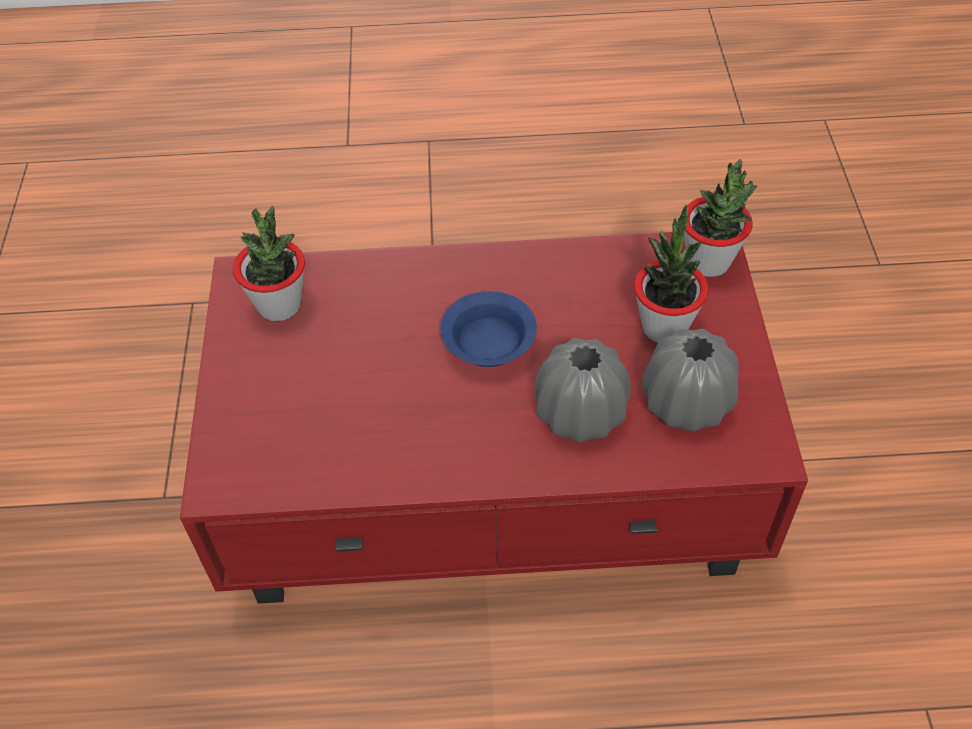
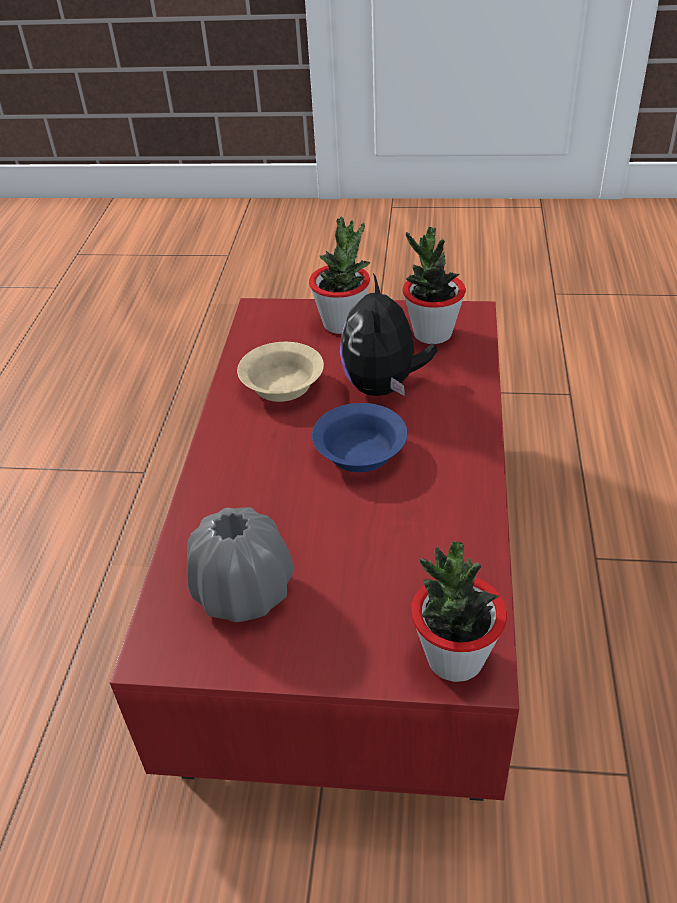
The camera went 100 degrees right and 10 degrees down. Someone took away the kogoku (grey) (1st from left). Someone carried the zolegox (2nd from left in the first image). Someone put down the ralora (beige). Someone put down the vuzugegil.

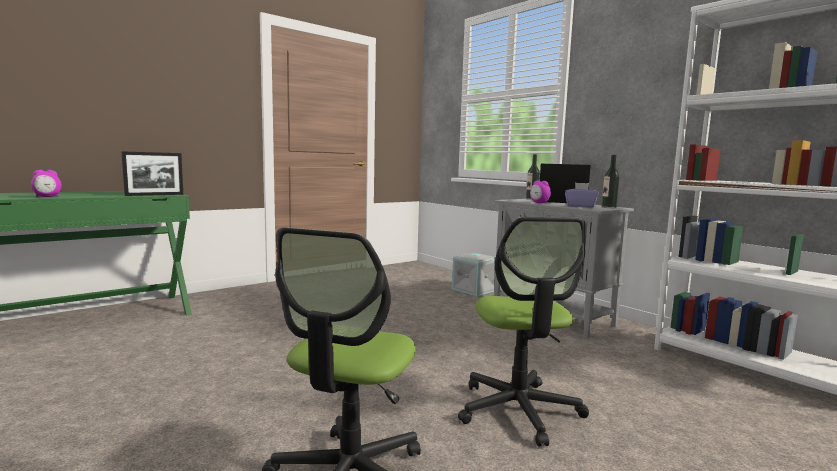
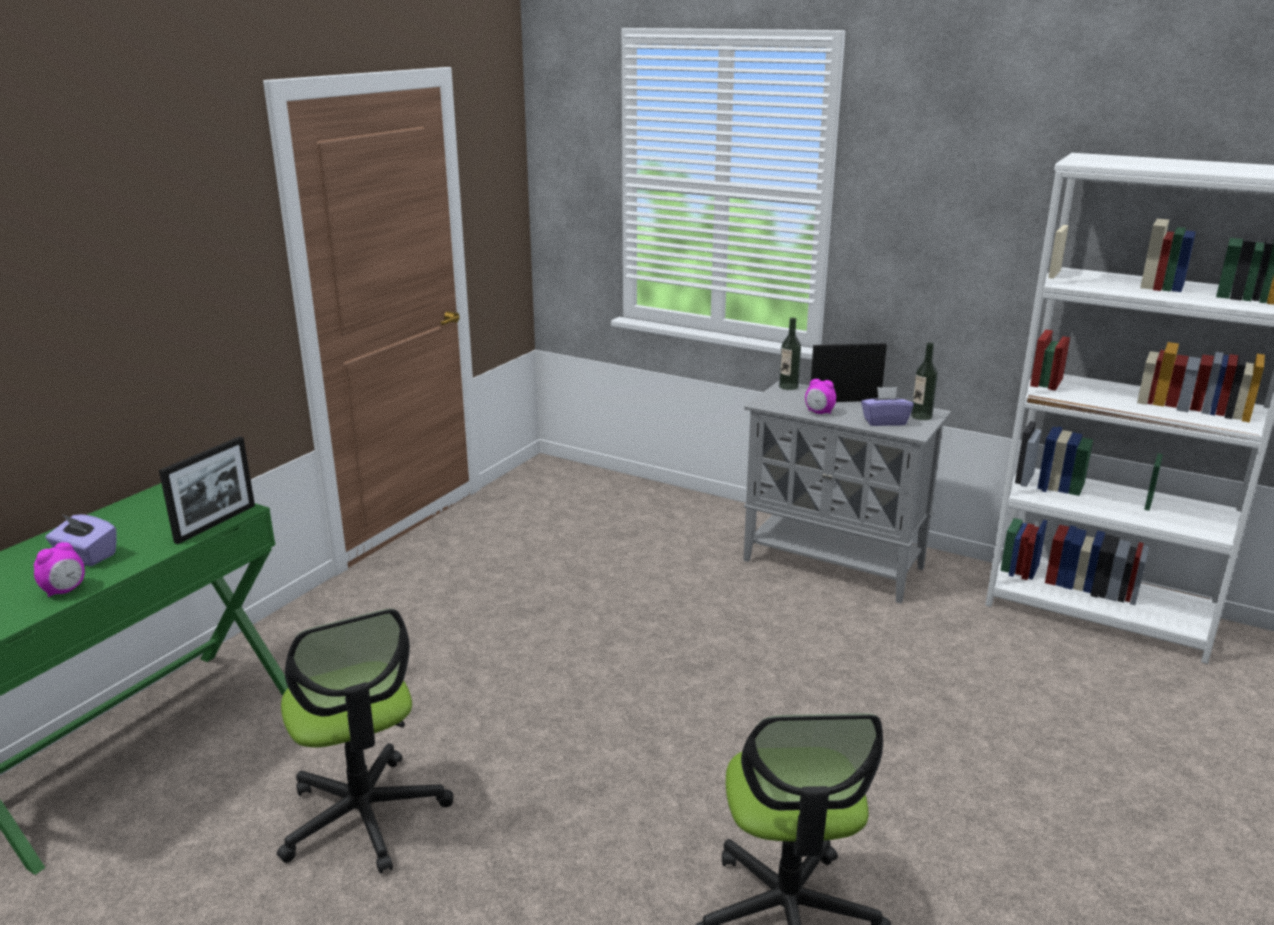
The camera went 20 degrees left and 15 degrees up. Someone took away the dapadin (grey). Someone carried the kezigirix (2nd from left in the first image). Someone put down the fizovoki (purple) (1st from left).

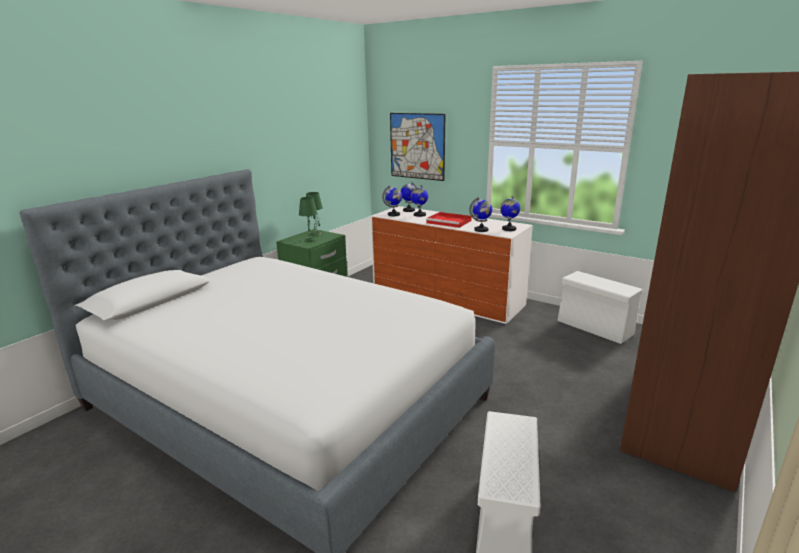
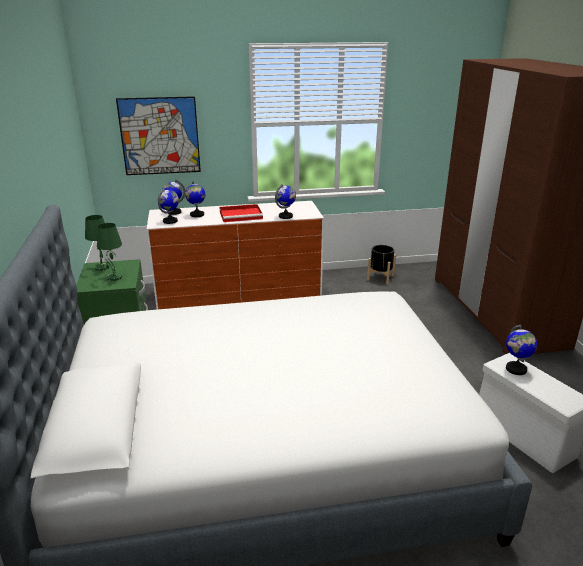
The camera went 45 degrees left and 5 degrees up. Someone carried the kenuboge (5th from left). Someone swapped the dapadin (white) (2nd from left) for the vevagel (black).

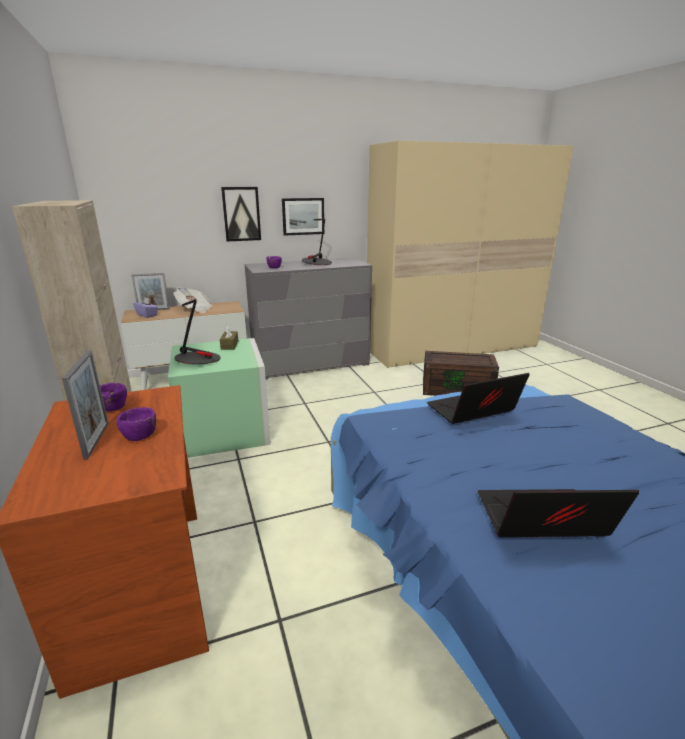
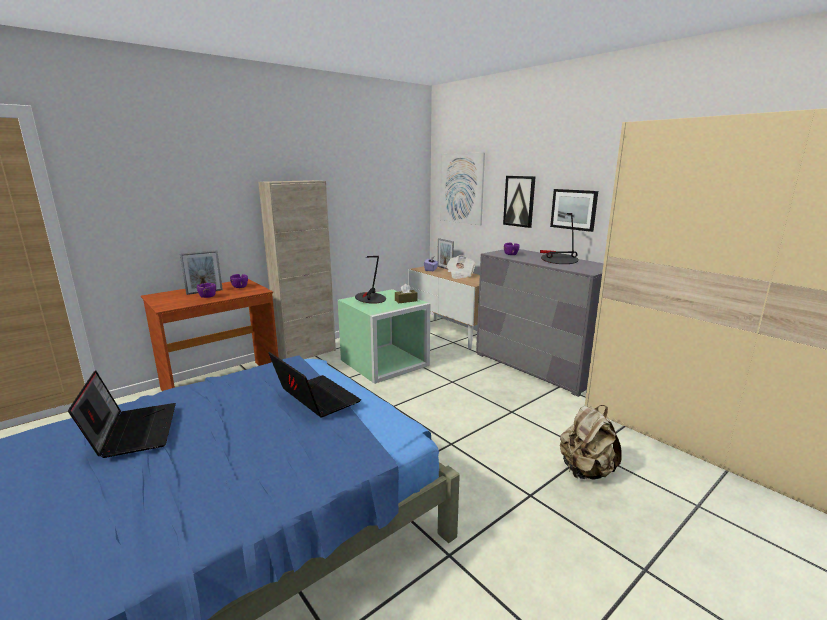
The camera went 70 degrees right and 5 degrees down. Someone swapped the dapadin (brown) for the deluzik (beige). Someone put up the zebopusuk (1st from left).

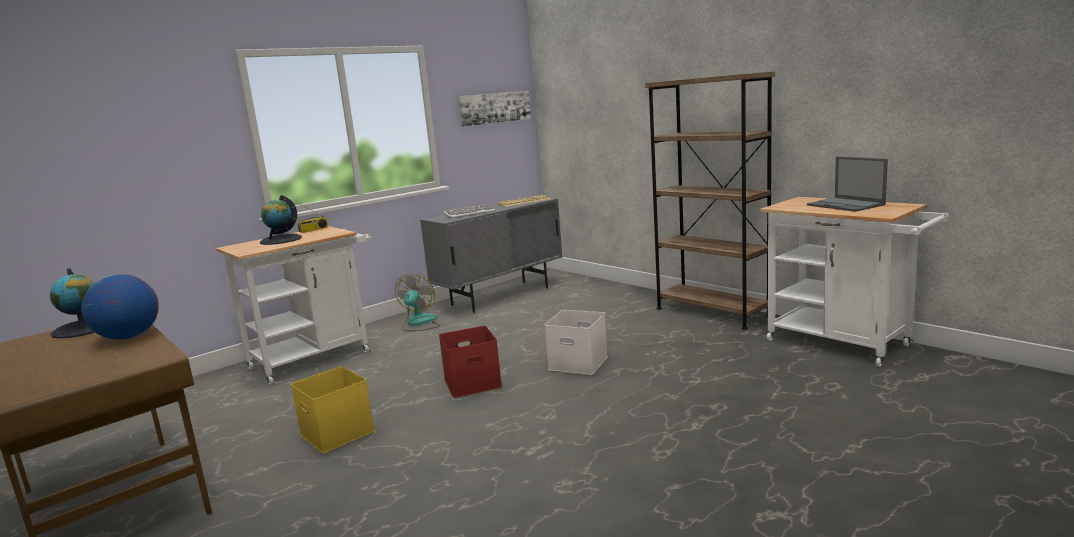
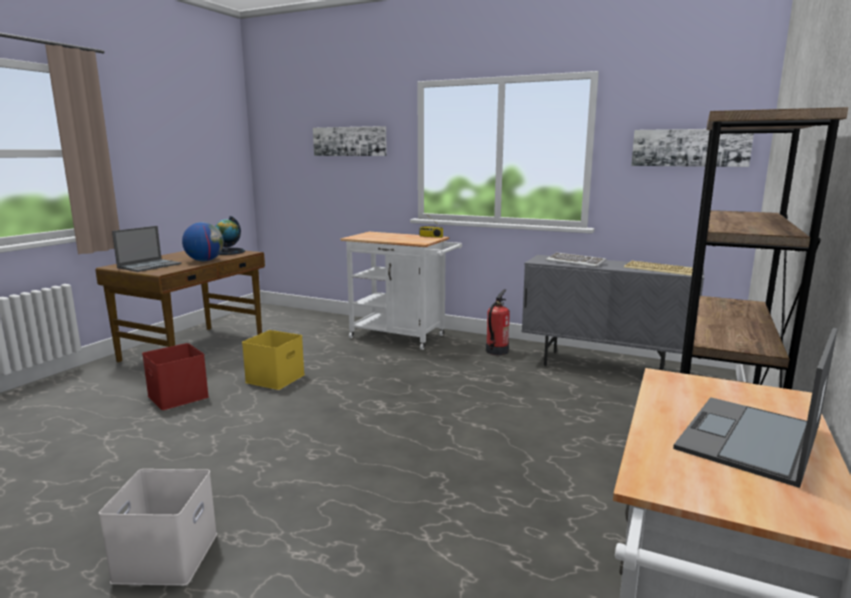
The camera went 65 degrees right and 0 degrees up. Someone took away the kenuboge (3rd from left). Someone swapped the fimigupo for the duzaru. Someone carried the dapadin (red). Someone carried the dapadin (white). Someone put down the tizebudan (1st from left). Someone put up the zebopusuk (1st from left).

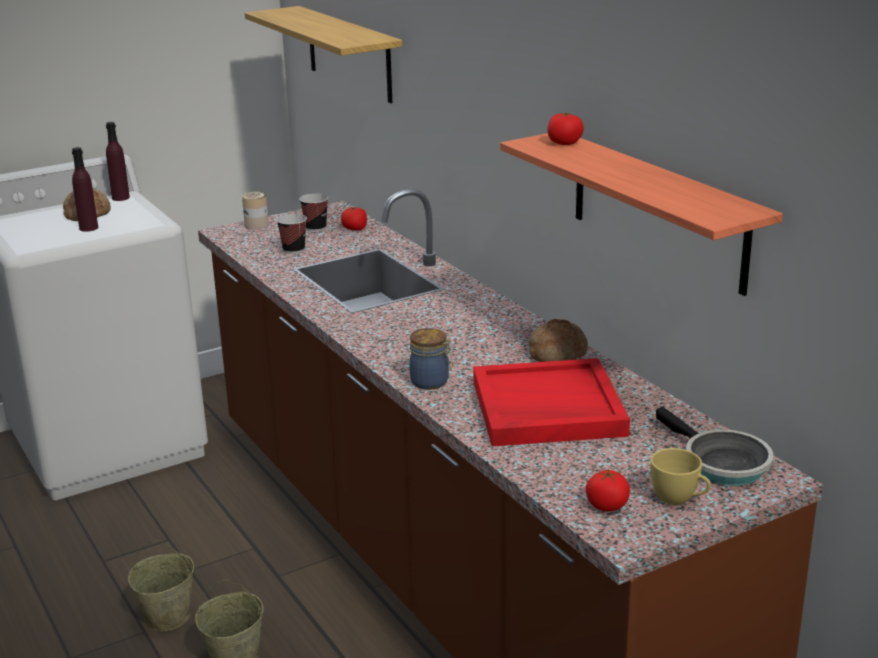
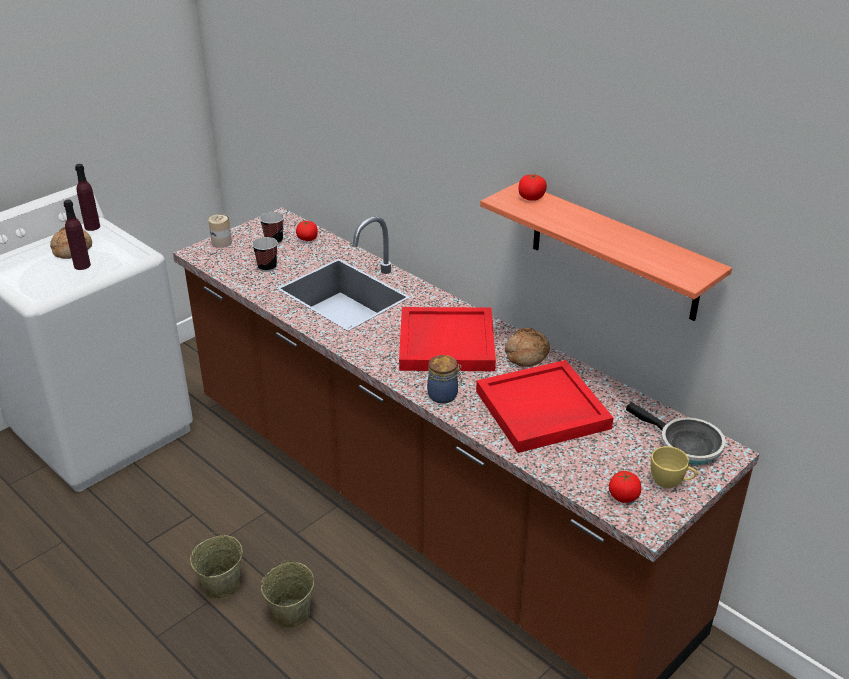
The camera went 15 degrees left and 10 degrees up. Someone took away the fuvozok (1st from left). Someone put down the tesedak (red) (1st from left).

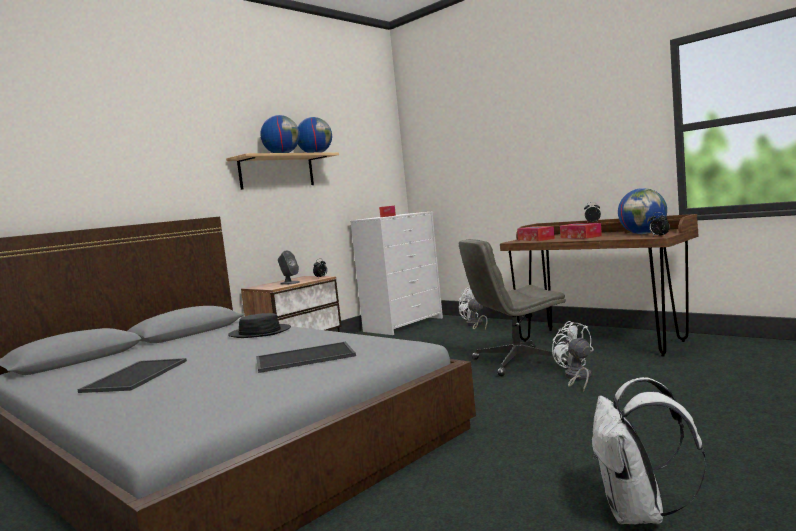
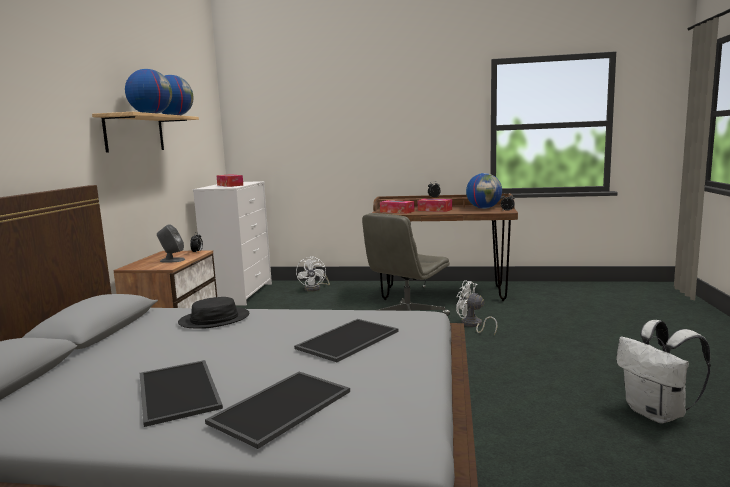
The camera went 35 degrees left and 5 degrees up. Someone rotated the fimigupo (white) (1st from left) by 105 degrees counterclockwise. Someone put down the tesedak (2nd from left).

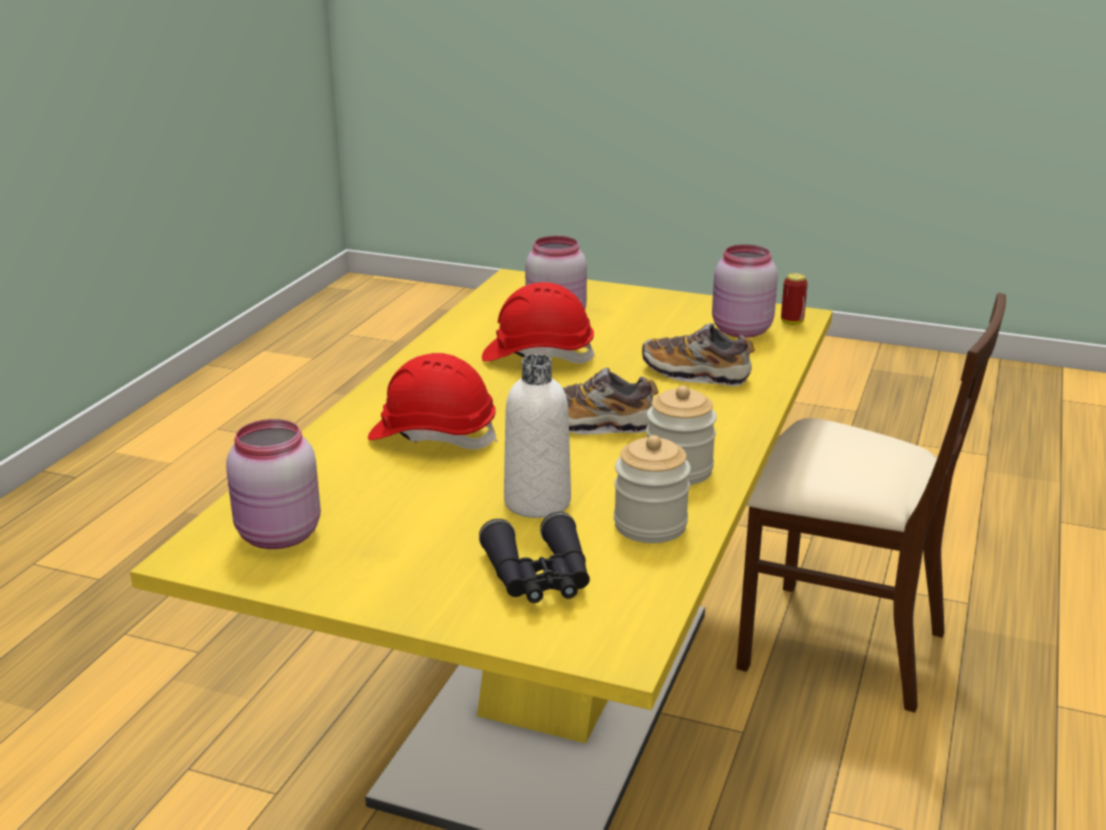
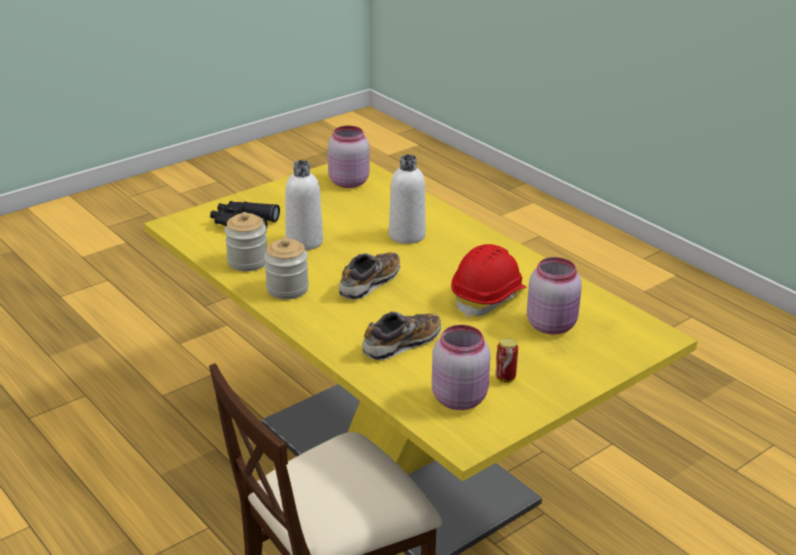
The camera went 120 degrees right and 5 degrees up. Someone swapped the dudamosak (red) (1st from left) for the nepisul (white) (2nd from left). Someone carried the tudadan.

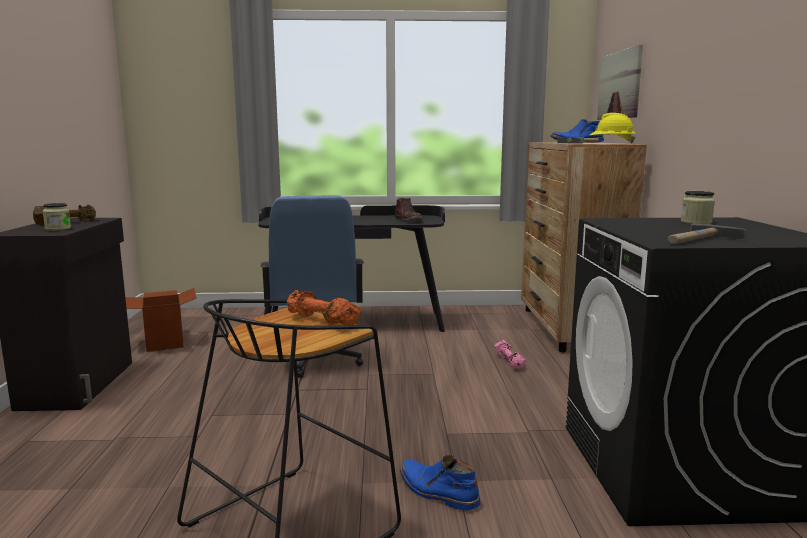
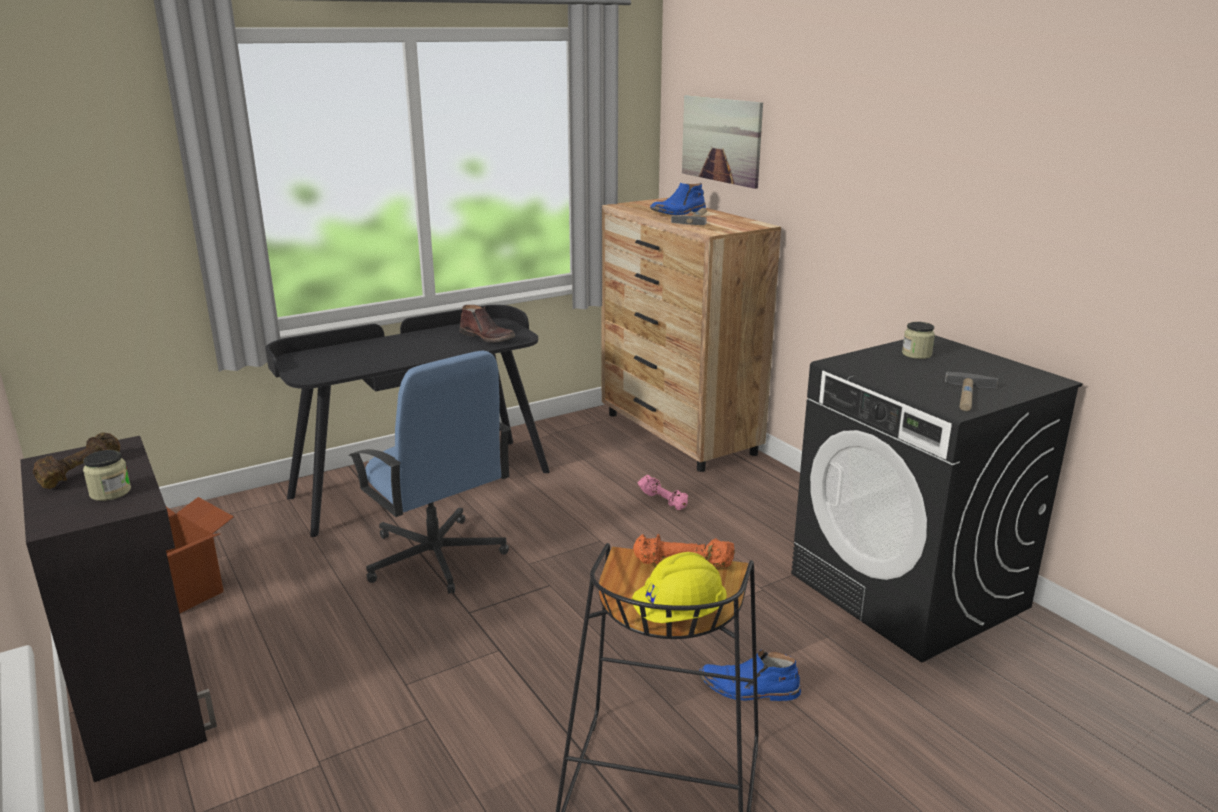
The camera went 30 degrees left and 10 degrees up. Someone carried the dudamosak (yellow).

